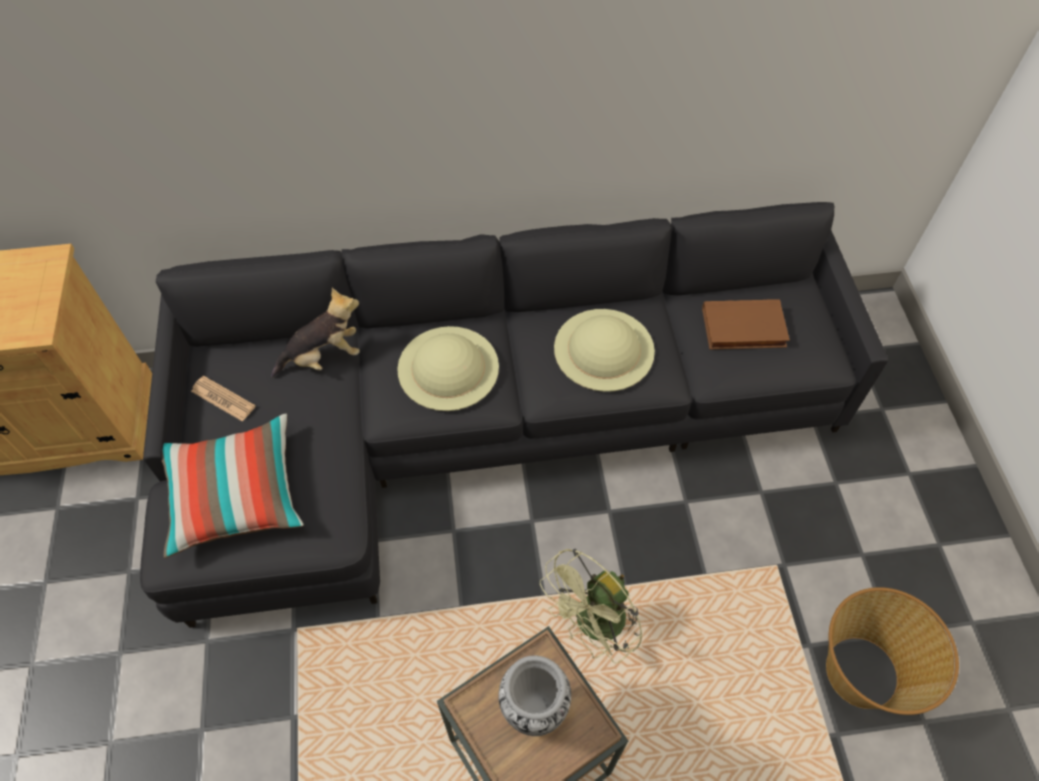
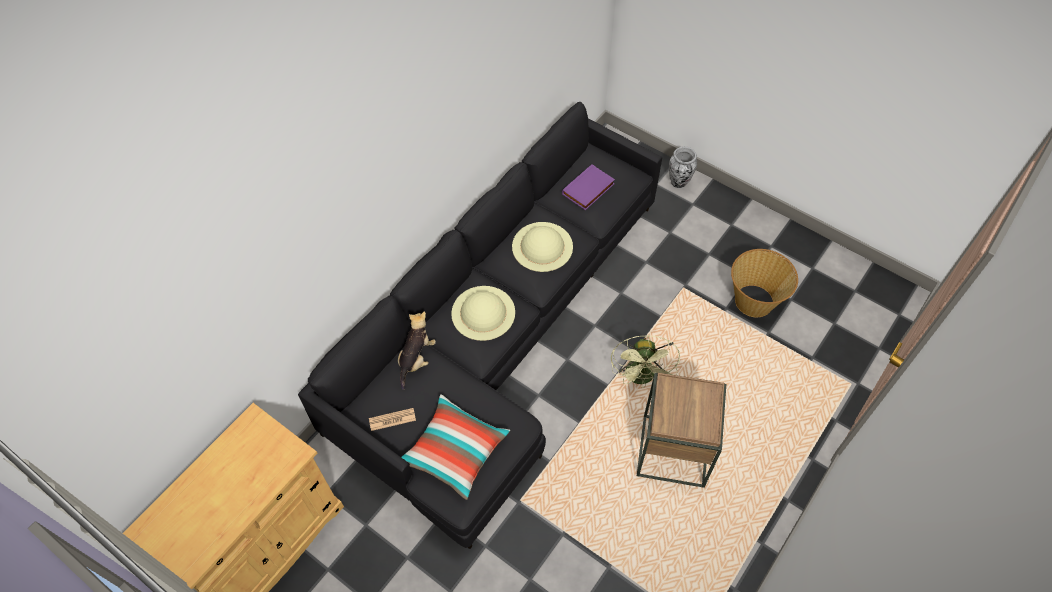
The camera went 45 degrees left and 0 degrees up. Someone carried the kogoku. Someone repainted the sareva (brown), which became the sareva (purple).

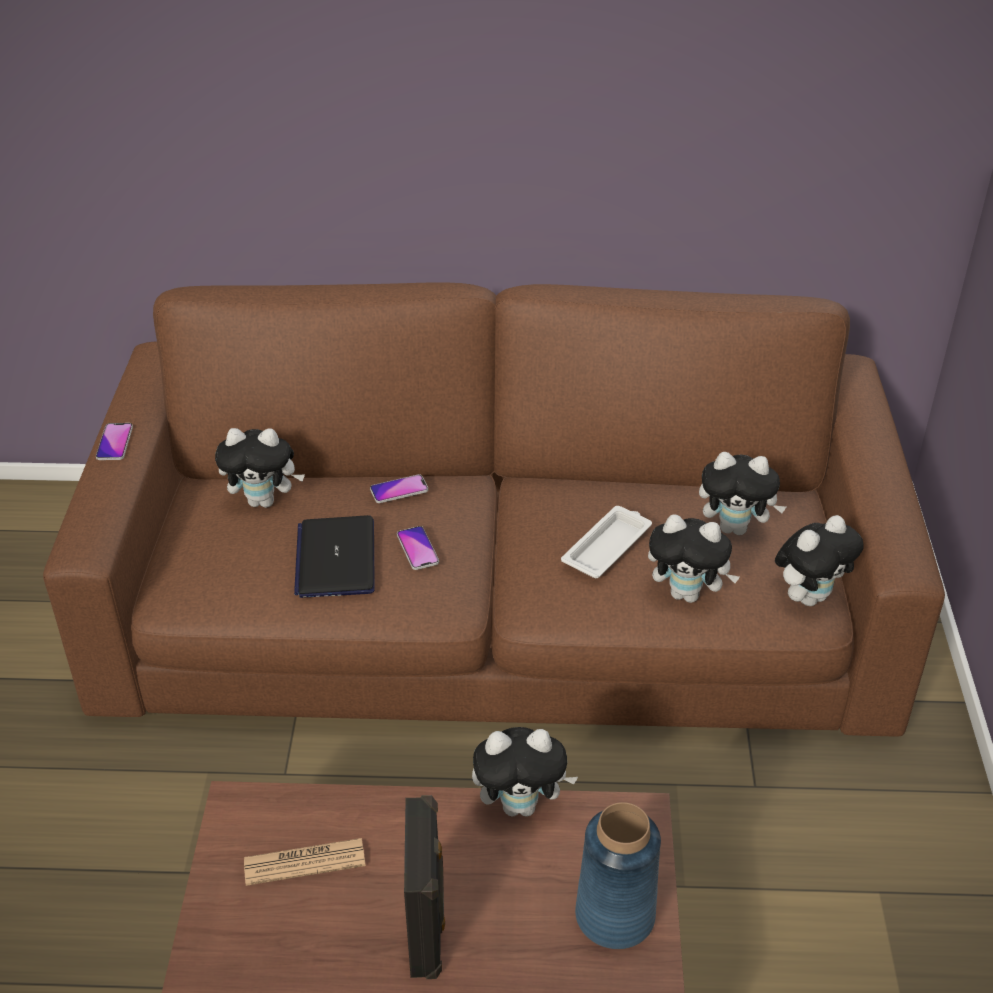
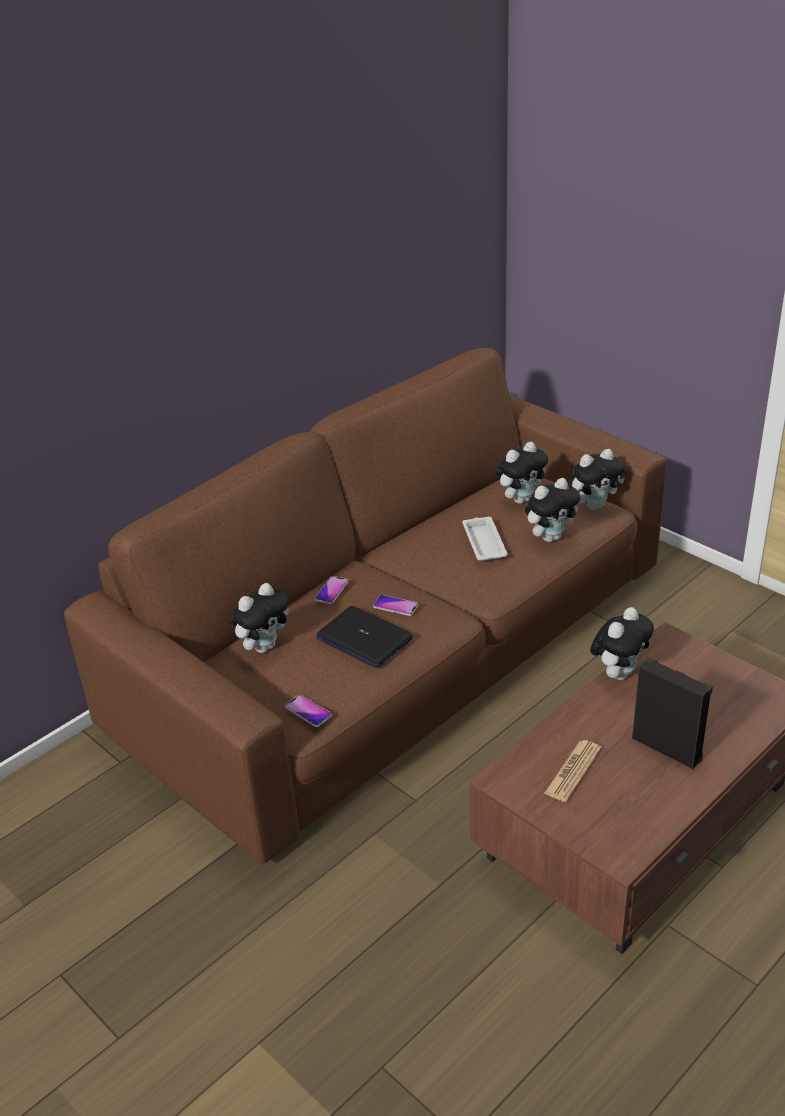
The camera went 45 degrees left and 5 degrees down. Someone carried the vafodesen (1st from left). Someone took away the kogoku (blue). Someone rotated the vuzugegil (5th from left in the first image) by 60 degrees clockwise.

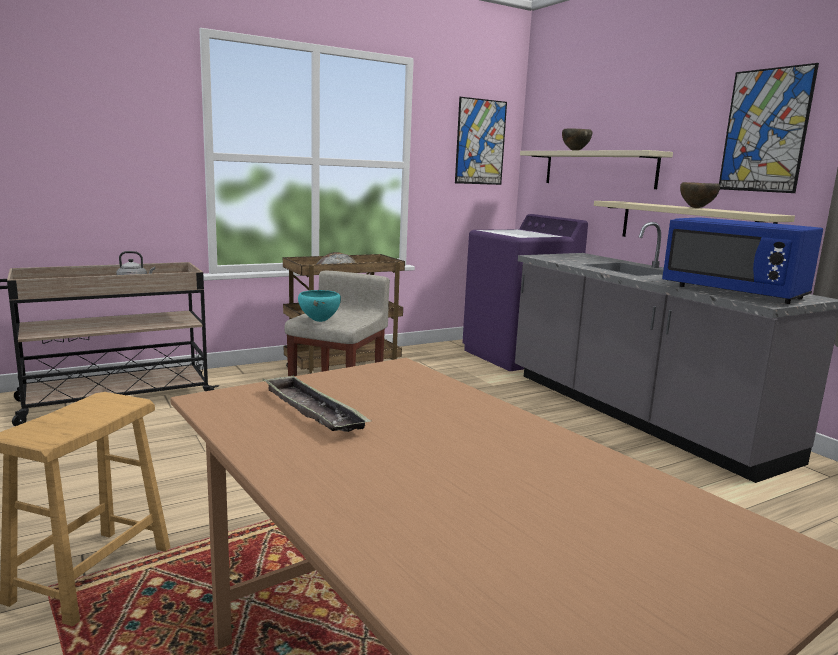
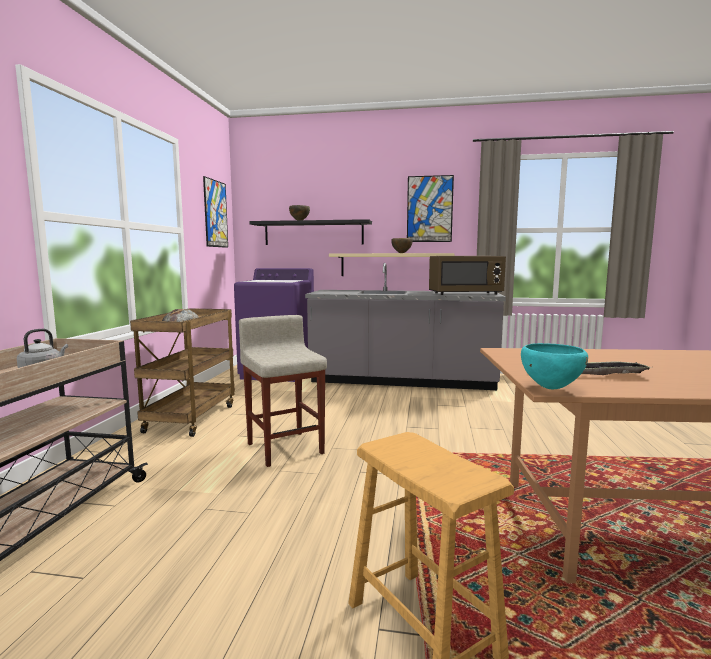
The camera went 50 degrees left and 5 degrees down. Someone carried the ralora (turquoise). Someone repainted the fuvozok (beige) (1st from left), which became the fuvozok (black). Someone repainted the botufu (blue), which became the botufu (brown).

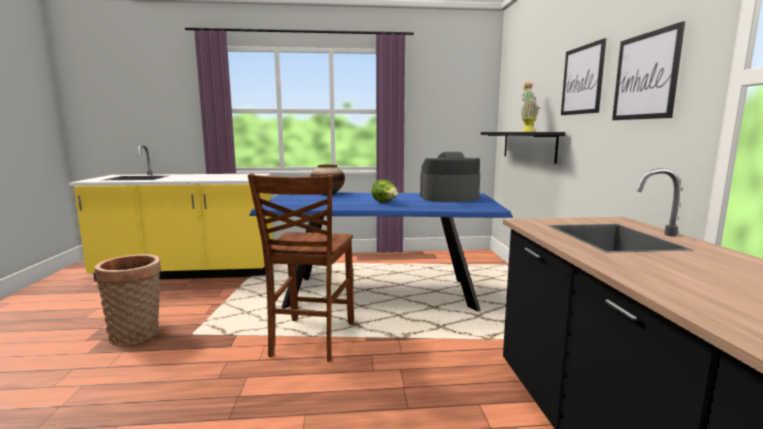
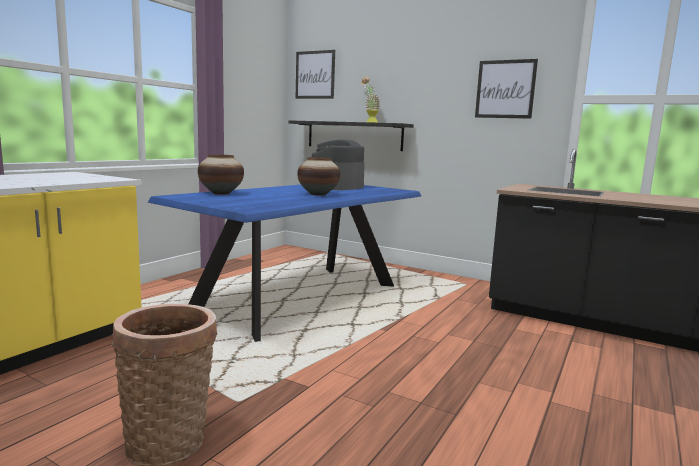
The camera went 55 degrees left and 0 degrees up. Someone took away the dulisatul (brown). Someone swapped the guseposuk for the kogoku (2nd from left). Someone carried the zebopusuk (1st from left).

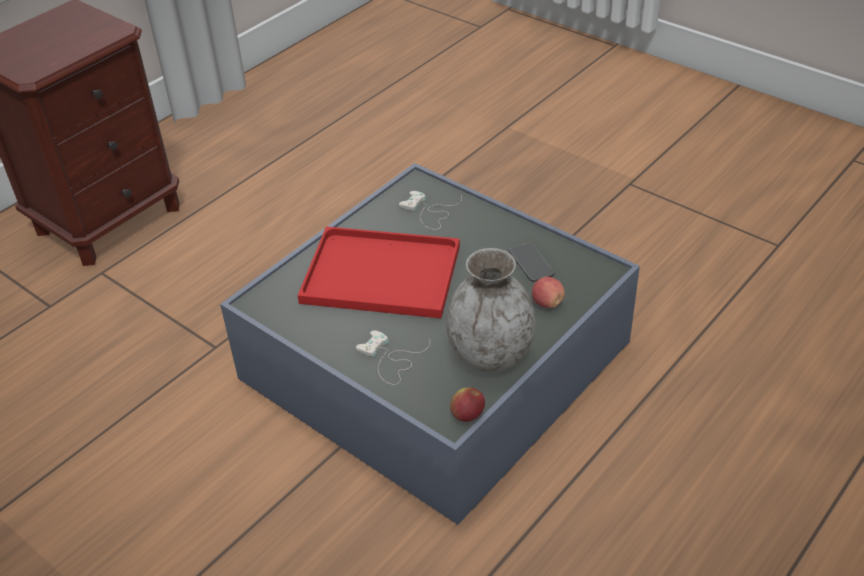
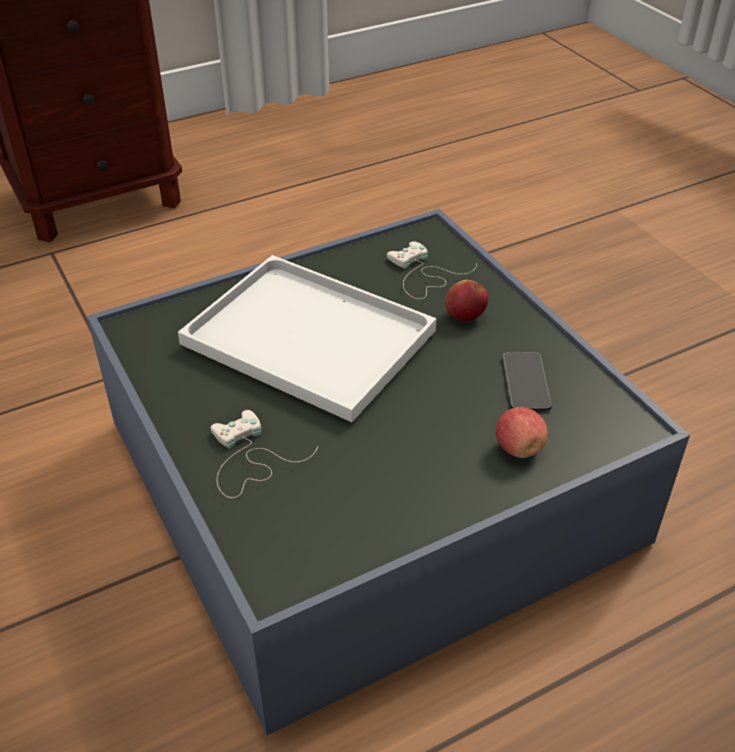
The camera went 20 degrees right and 0 degrees up. Someone repainted the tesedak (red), which became the tesedak (white). Someone took away the kogoku (grey). Someone carried the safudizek (1st from left).

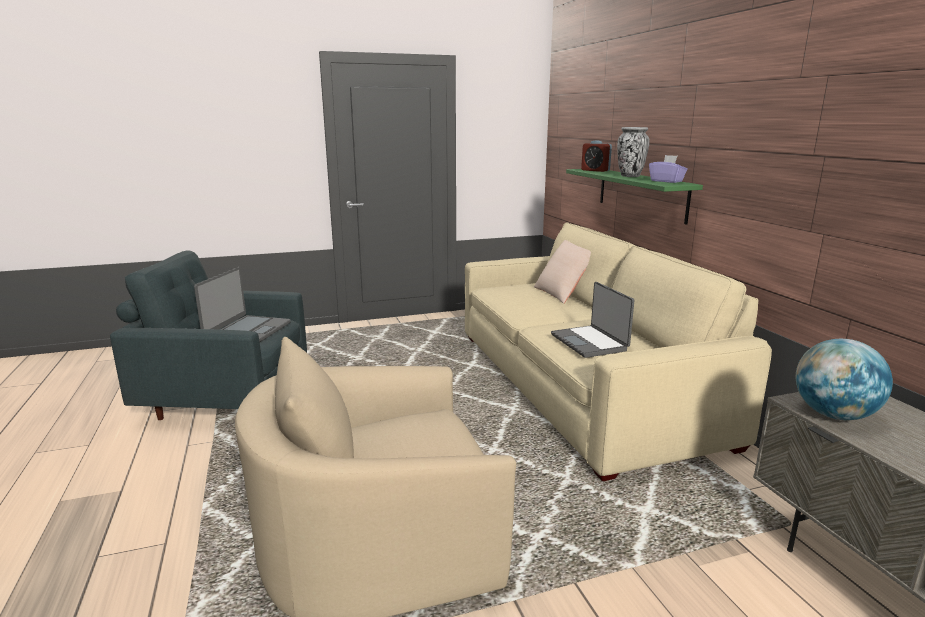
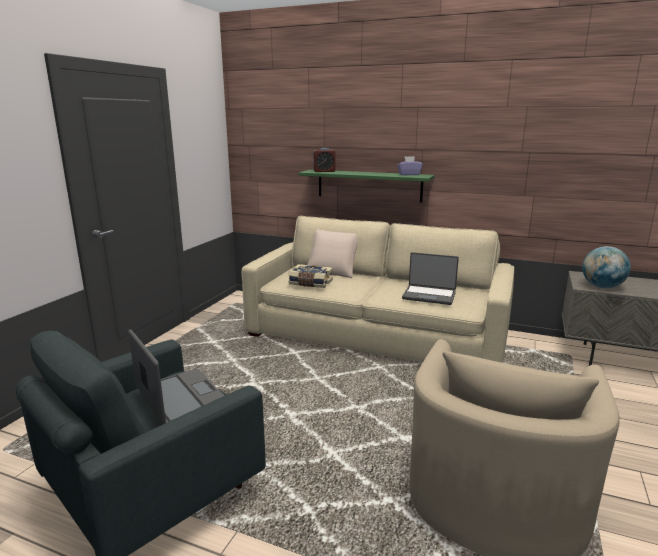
The camera went 50 degrees left and 0 degrees up. Someone took away the kogoku. Someone put down the sareva.

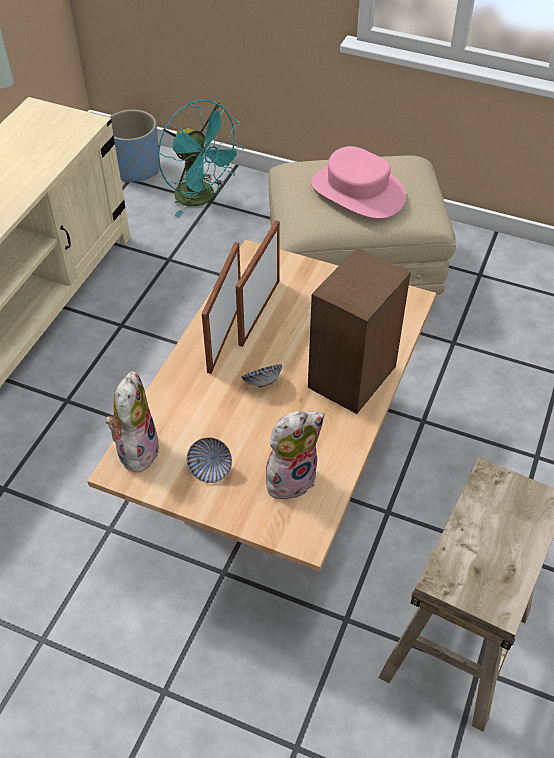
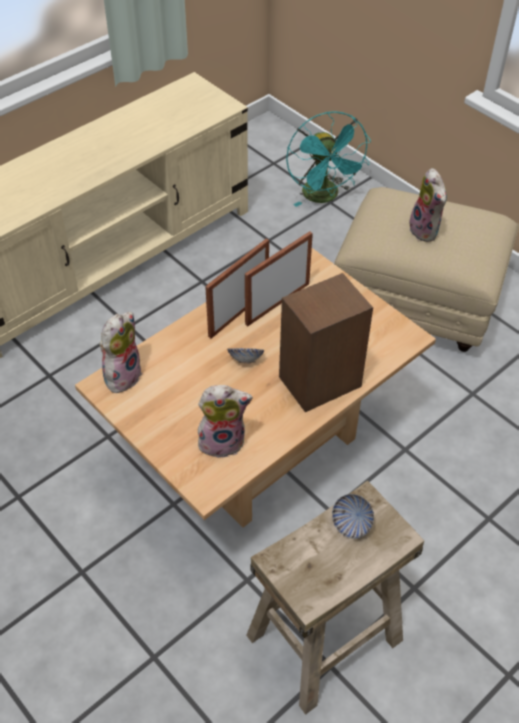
The camera went 25 degrees right and 0 degrees up. Someone took away the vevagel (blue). Someone carried the ralora (1st from left in the first image). Someone swapped the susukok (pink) for the vuzugegil (3rd from left).

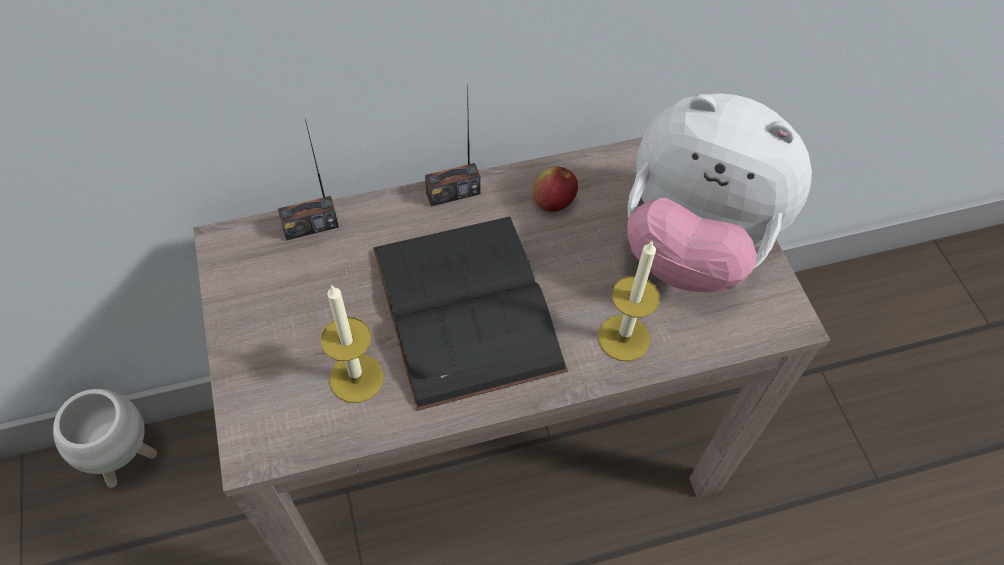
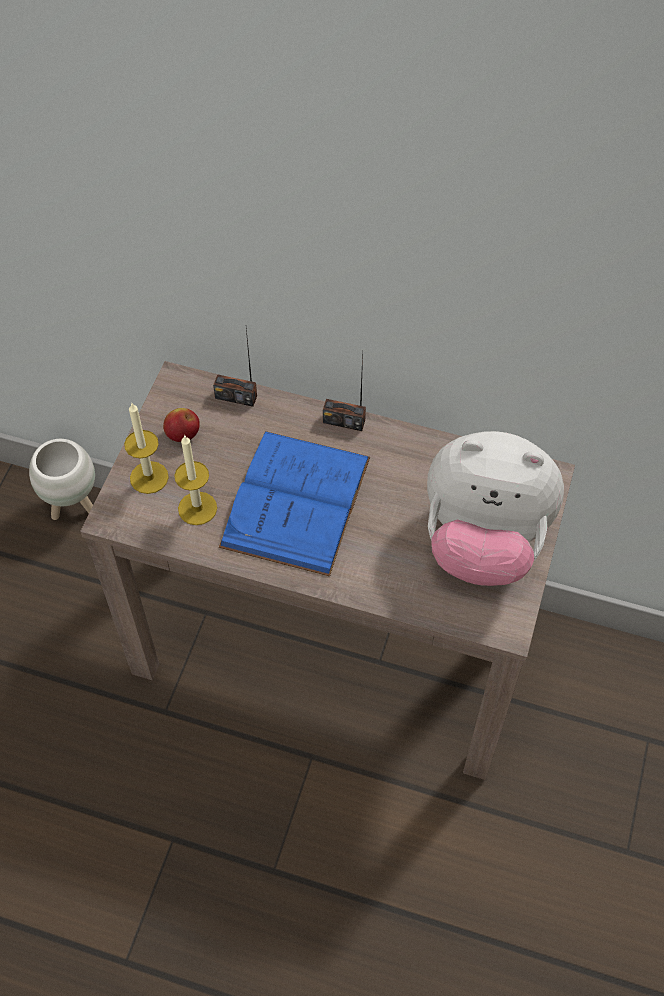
The camera went 35 degrees right and 0 degrees up. Someone repainted the sareva (black), which became the sareva (blue). Someone carried the safudizek. Someone carried the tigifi (2nd from left in the first image). Someone rotated the vuzugegil by 45 degrees counterclockwise.

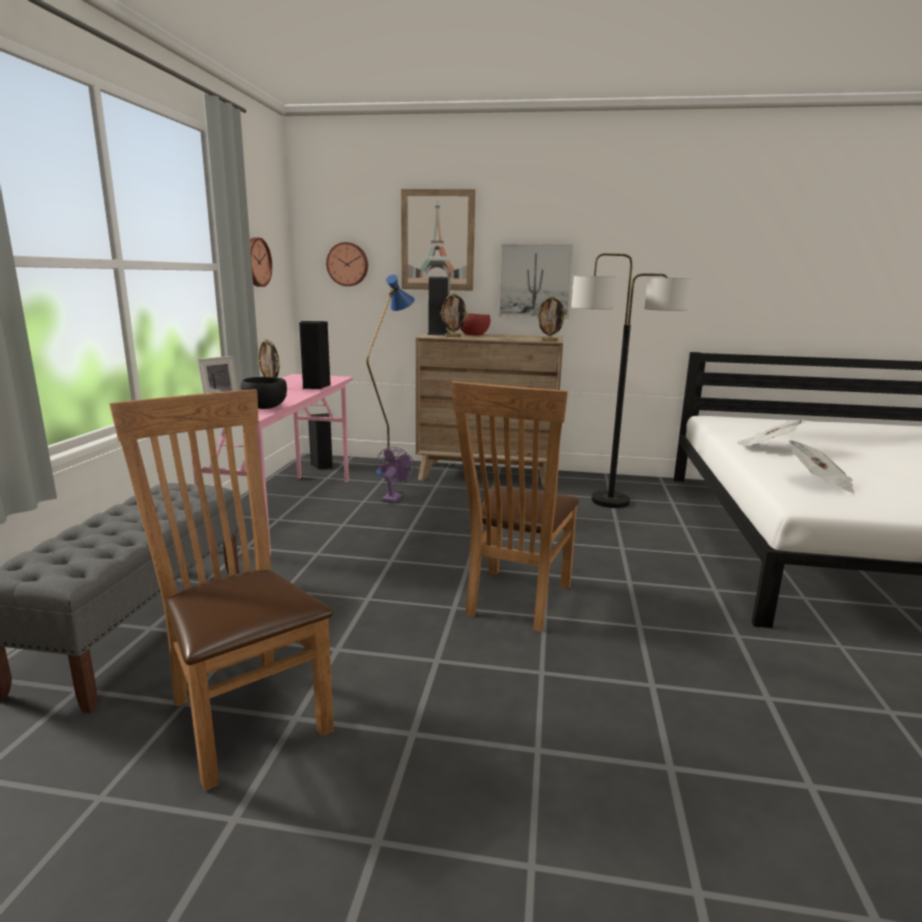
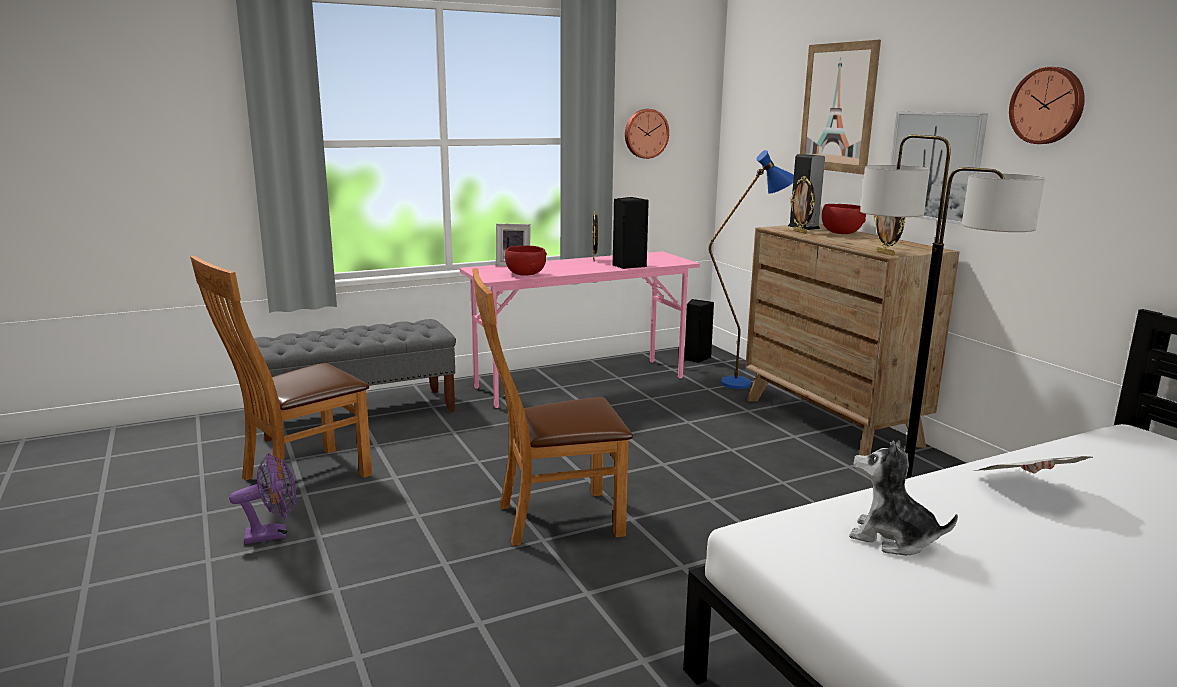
The camera went 55 degrees right and 0 degrees up. Someone rotated the dulisatul (brown) (1st from left) by 150 degrees counterclockwise. Someone repainted the ralora (black), which became the ralora (red) (1st from left). Someone carried the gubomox (2nd from left). Someone carried the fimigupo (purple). Someone swapped the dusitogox (2nd from left) for the vuzugegil.

